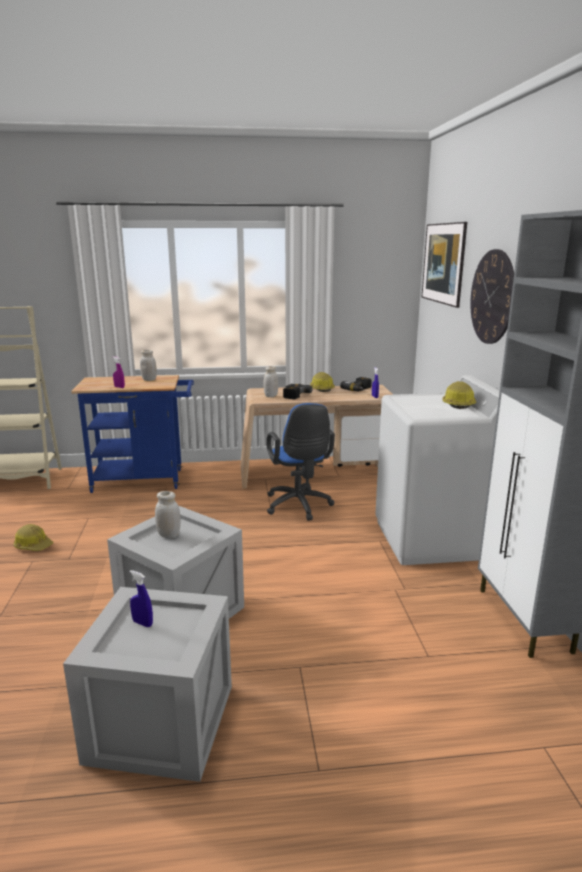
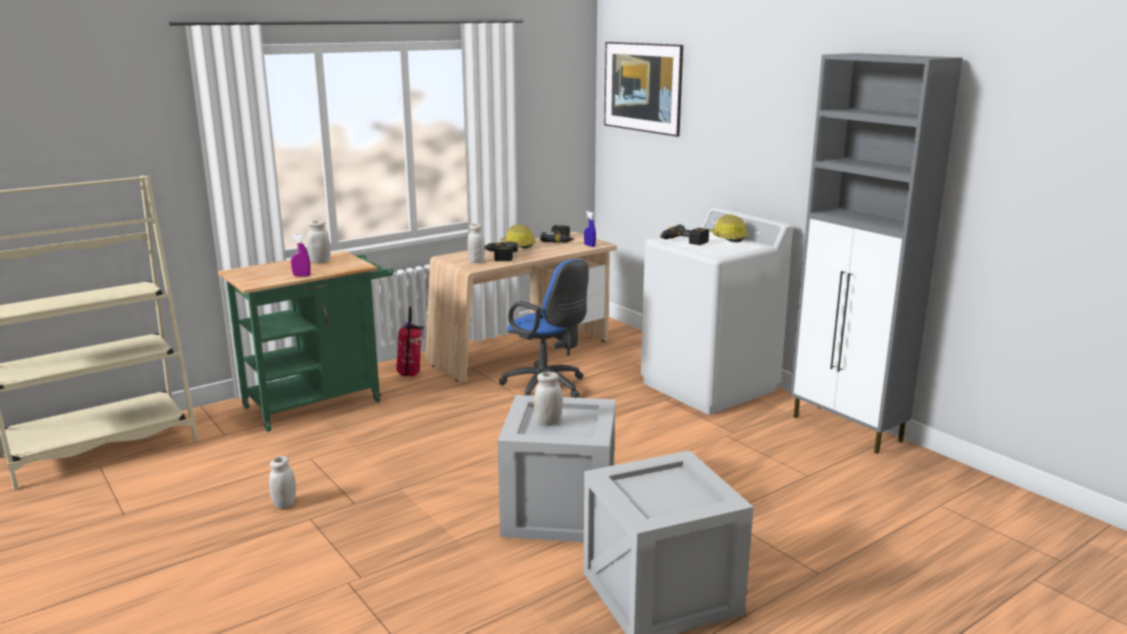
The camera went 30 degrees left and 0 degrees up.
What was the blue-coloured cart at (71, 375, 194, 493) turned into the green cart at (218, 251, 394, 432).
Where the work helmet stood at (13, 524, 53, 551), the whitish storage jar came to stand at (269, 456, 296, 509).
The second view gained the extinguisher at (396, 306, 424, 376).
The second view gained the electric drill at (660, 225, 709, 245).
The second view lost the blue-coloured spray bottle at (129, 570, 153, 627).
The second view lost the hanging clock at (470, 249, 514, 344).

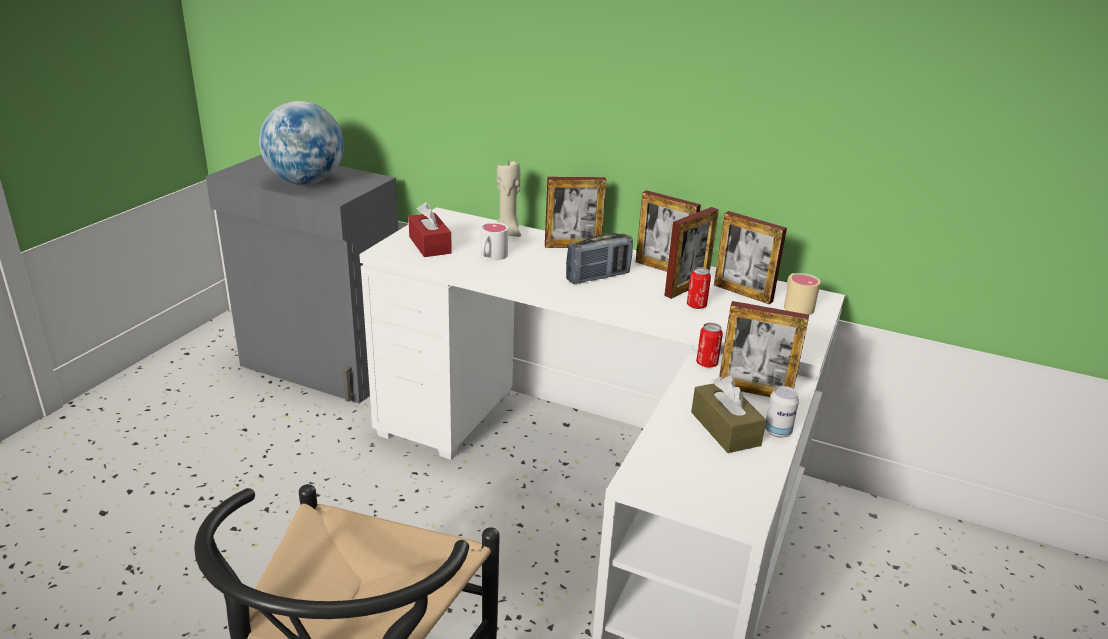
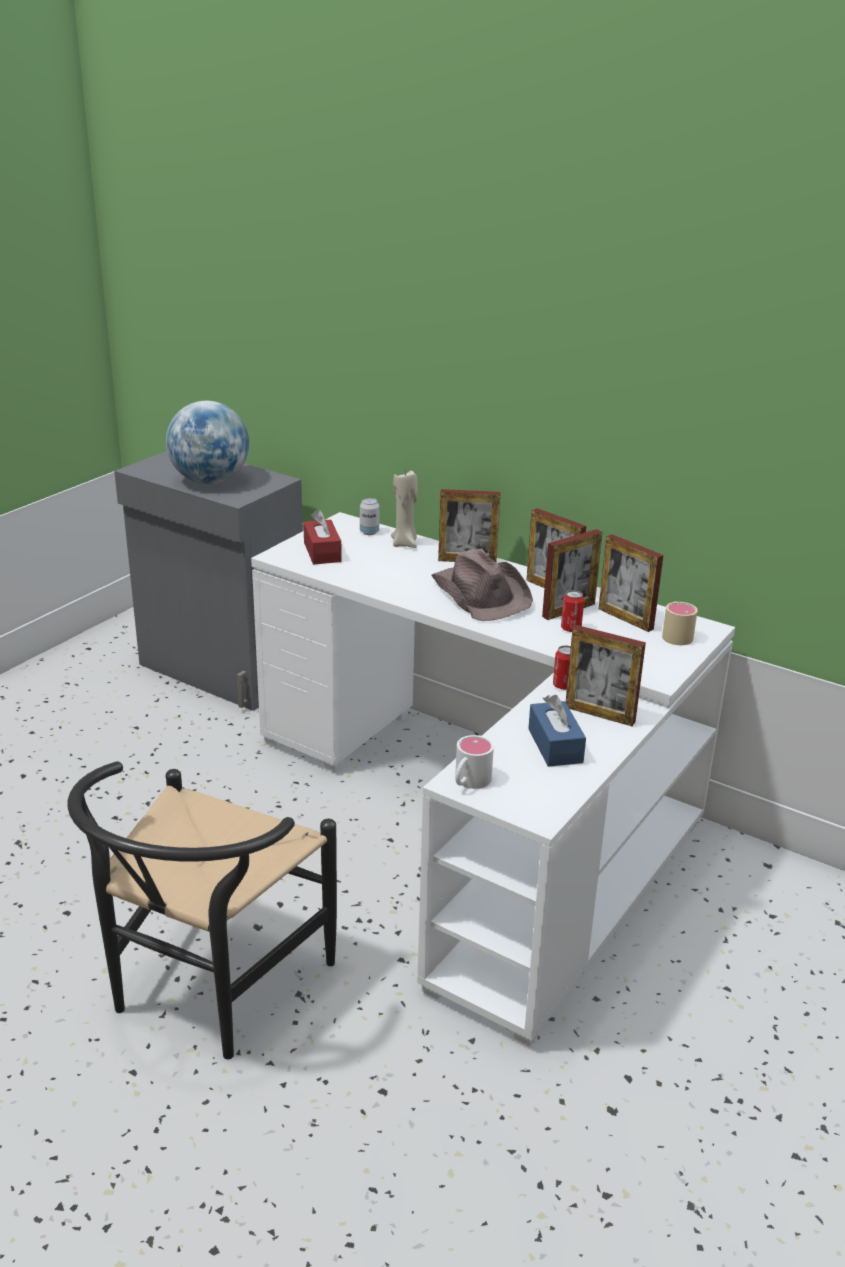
The camera went 10 degrees right and 0 degrees up.
The sealed can ended up elsewhere, having gone from (765, 386, 799, 438) to (360, 498, 380, 535).
Where the radio set stood at (566, 233, 633, 284), the brownish clothing hat came to stand at (431, 549, 533, 621).
The whitish coffee mug ended up elsewhere, having gone from (481, 222, 508, 260) to (455, 735, 494, 789).
What was the brownish tissue box at (691, 376, 766, 453) turned into the blue-coloured tissue box at (528, 694, 586, 767).

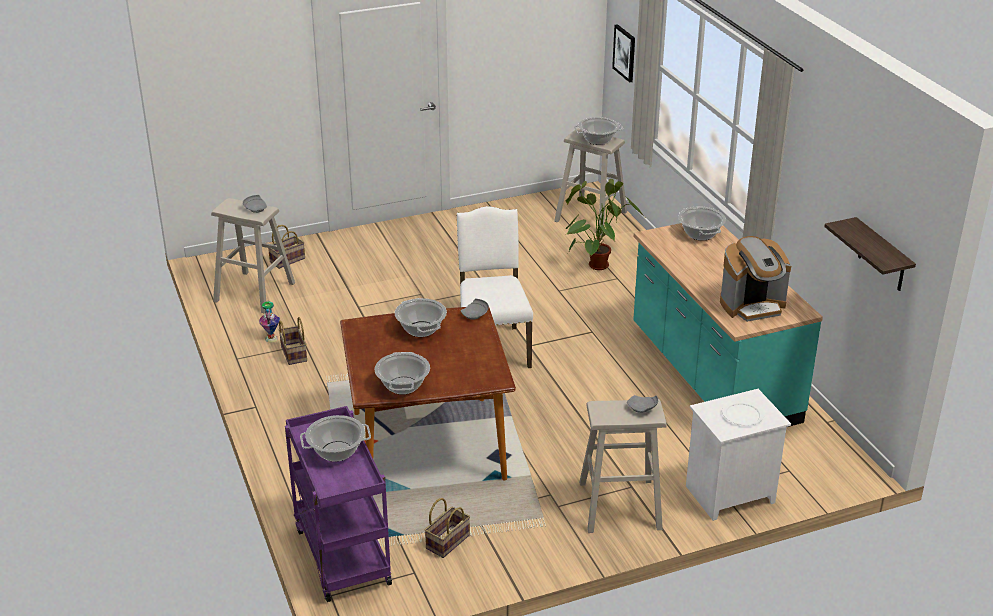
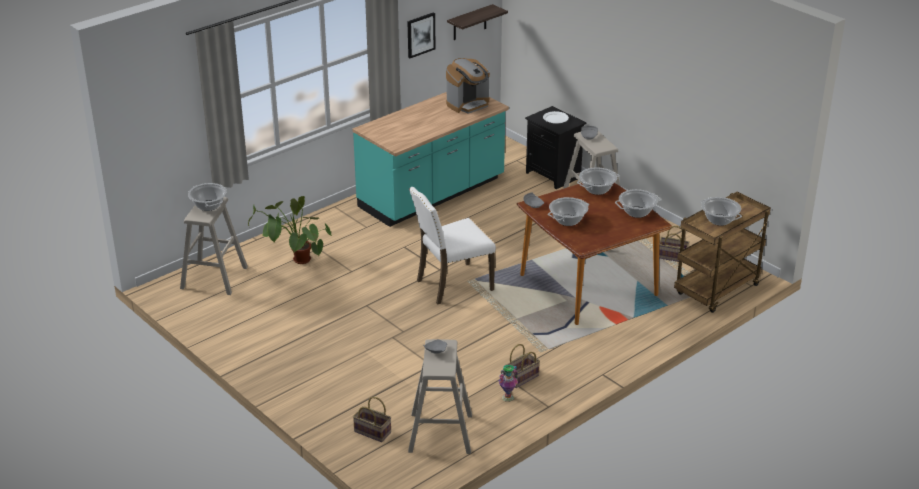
The camera went 110 degrees left and 0 degrees up.
The wall art ended up elsewhere, having gone from (612, 24, 635, 83) to (407, 13, 436, 58).
The coffee machine at (720, 236, 791, 322) ended up facing another way, 90 degrees clockwise from before.
What was the whitish bedside table at (686, 389, 791, 521) turned into the black-coloured bedside table at (525, 106, 586, 189).
The saucepot ended up elsewhere, having gone from (678, 207, 726, 241) to (577, 167, 619, 195).
What was the purple cart at (285, 406, 392, 602) turned into the brownish cart at (674, 192, 771, 313).

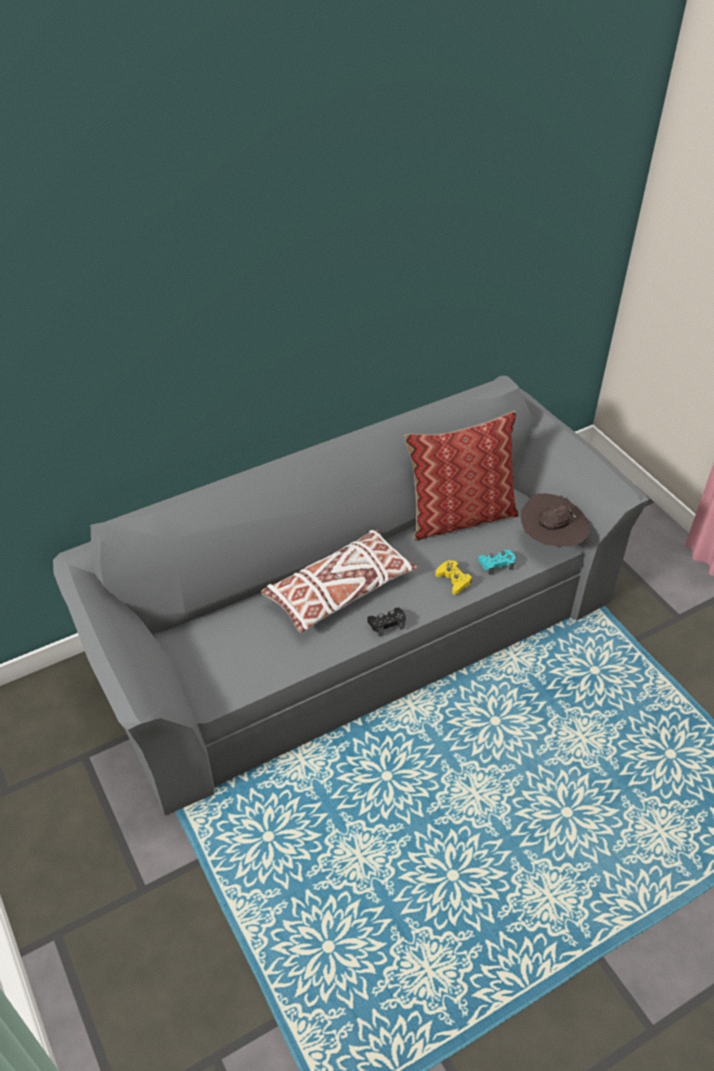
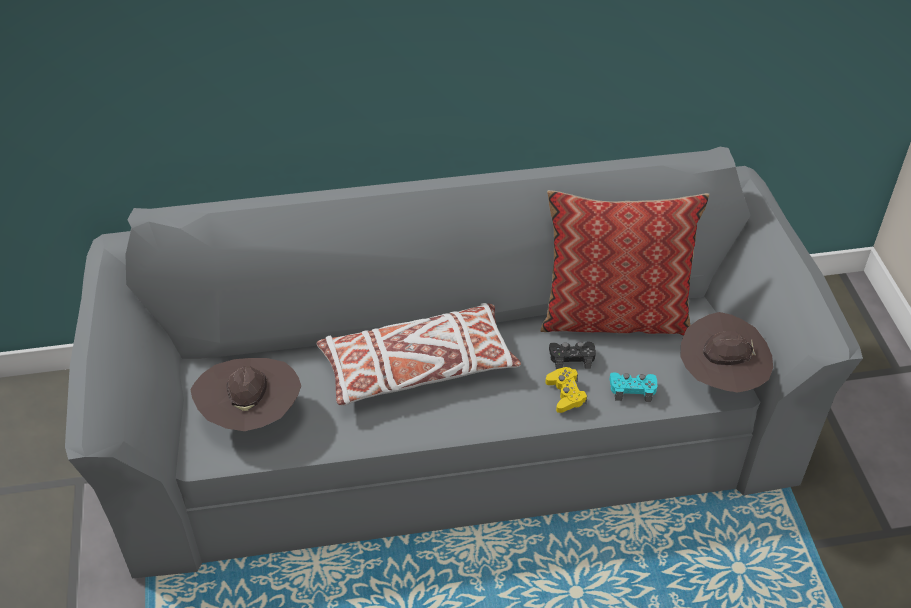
The camera went 20 degrees right and 0 degrees up.
The second view gained the brownish clothing hat at (190, 358, 301, 431).
The black-coloured gamepad ended up elsewhere, having gone from (367, 607, 406, 637) to (549, 342, 596, 369).

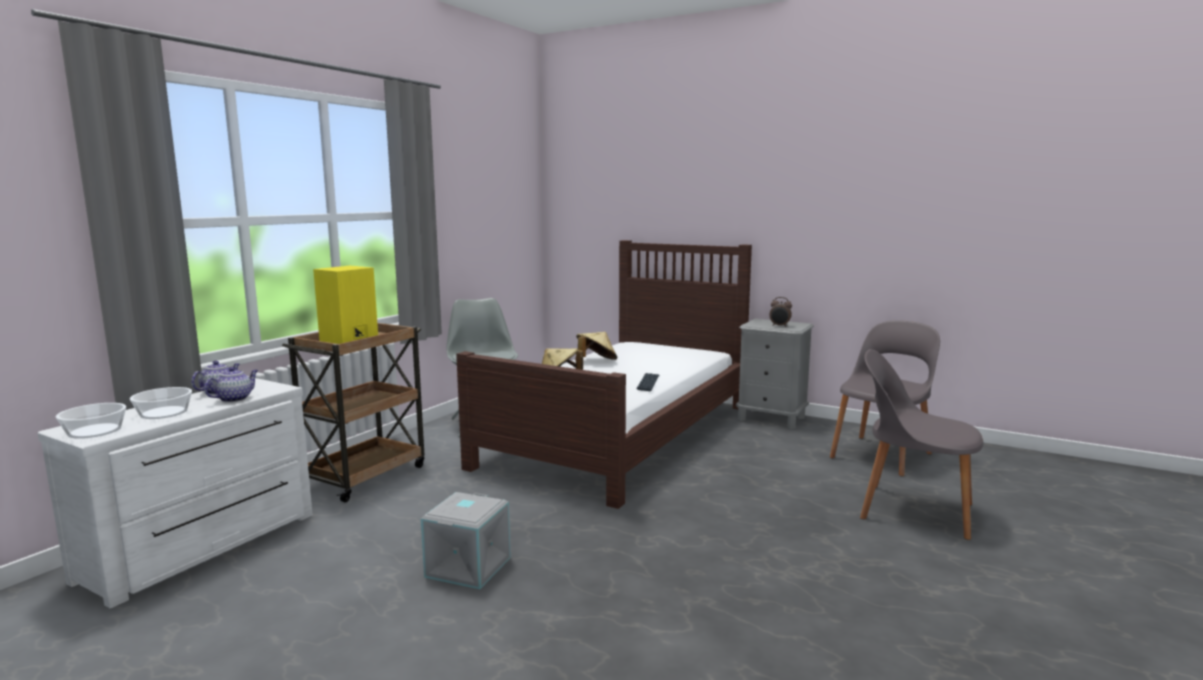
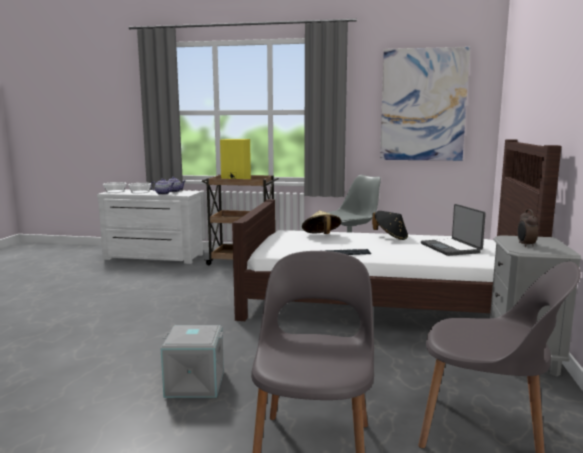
The camera went 70 degrees right and 0 degrees up.
The greyish storage container ended up elsewhere, having gone from (421, 492, 511, 589) to (161, 325, 224, 398).
What was the sand-coloured clothing hat at (576, 332, 617, 360) turned into the black-coloured clothing hat at (372, 211, 408, 240).
The second view gained the wall art at (380, 47, 470, 161).
The second view gained the notebook computer at (421, 204, 486, 256).

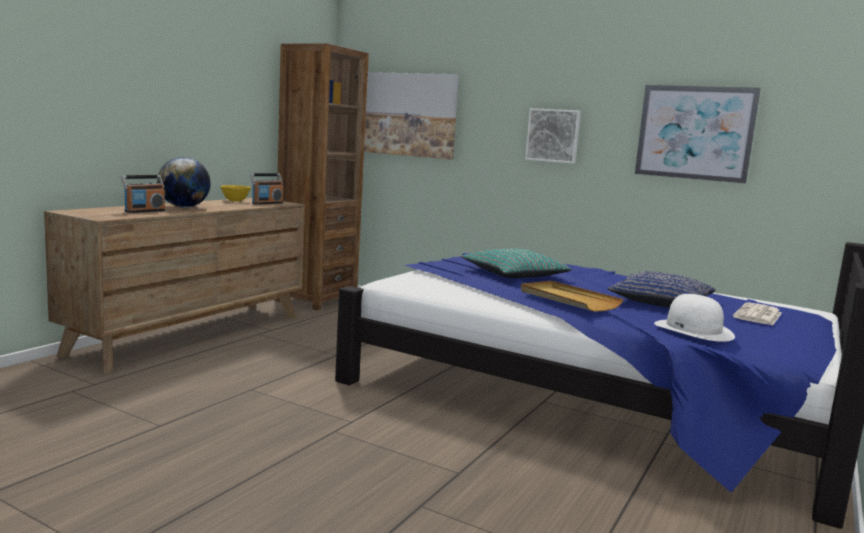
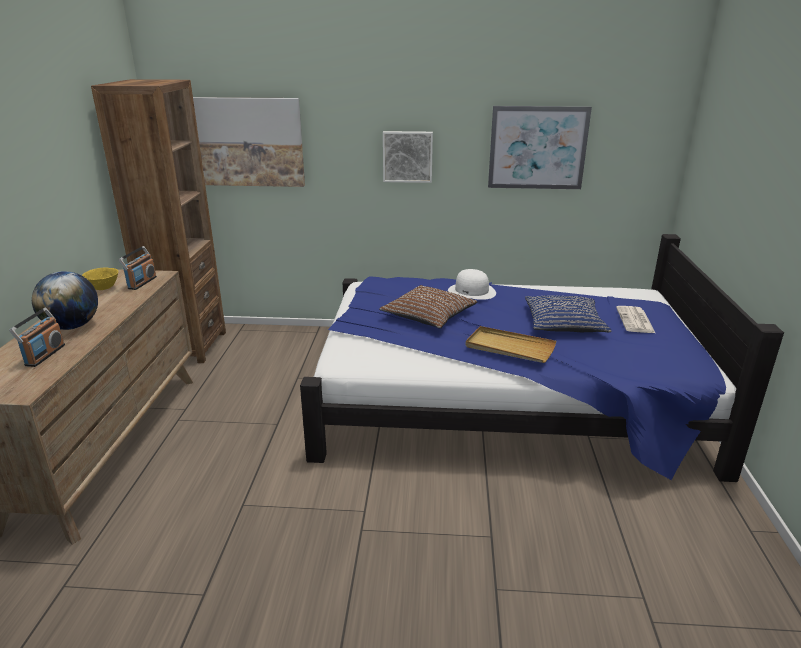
The camera went 25 degrees left and 15 degrees up.
What was the blue-green cushion at (461, 249, 572, 278) turned into the brownish cushion at (379, 285, 478, 328).
The whitish clothing hat ended up elsewhere, having gone from (654, 294, 735, 342) to (448, 269, 496, 300).

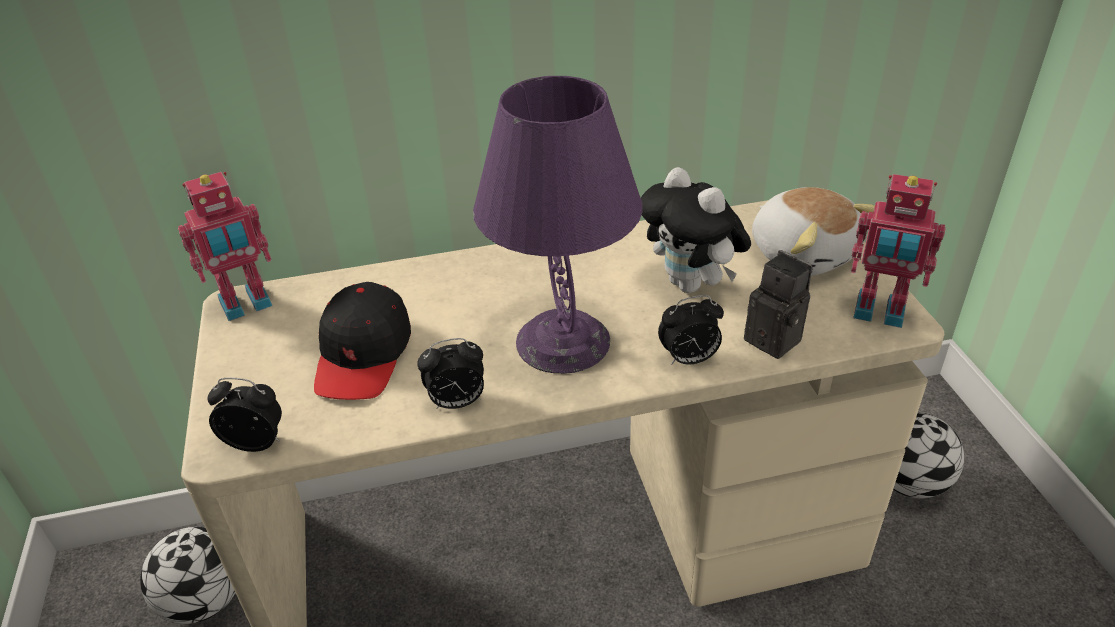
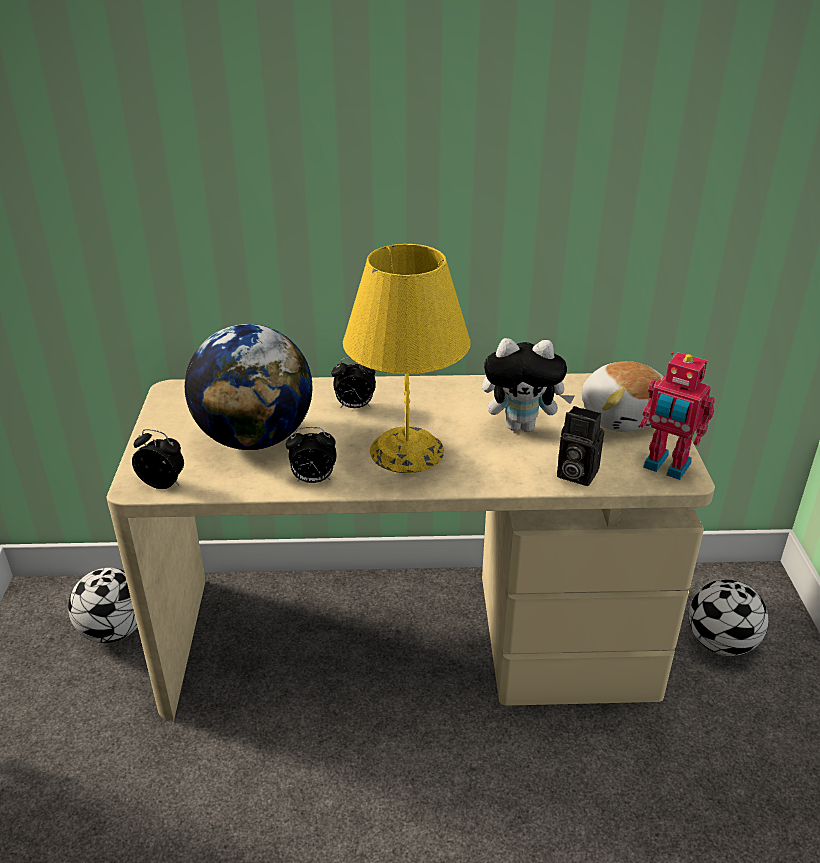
The camera went 10 degrees right and 5 degrees down.
Where the black-coloured cap stood at (314, 282, 411, 400), the world globe came to stand at (185, 324, 312, 450).
The alarm clock ended up elsewhere, having gone from (658, 295, 724, 365) to (331, 357, 376, 408).
What was the purple tabletop lamp at (473, 76, 643, 374) turned into the yellow tabletop lamp at (343, 244, 471, 473).
The soft toy at (641, 167, 751, 293) ended up facing another way, 60 degrees counterclockwise from before.
The photo camera at (744, 250, 812, 359) ended up facing another way, 150 degrees clockwise from before.
The second view lost the robot figure at (178, 172, 272, 321).

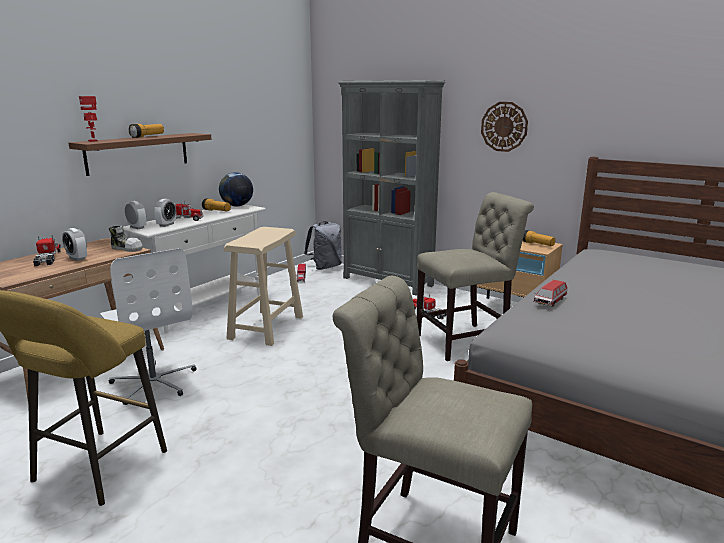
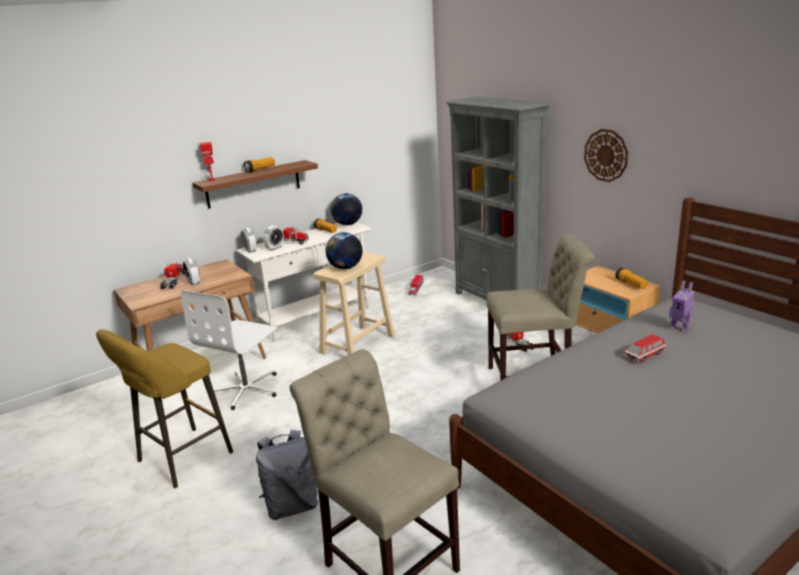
The camera went 20 degrees right and 5 degrees up.
The whitish office chair at (100, 248, 197, 405) ended up facing another way, 45 degrees clockwise from before.
The greyish rucksack ended up elsewhere, having gone from (304, 221, 342, 270) to (256, 430, 318, 520).
The second view gained the world globe at (326, 232, 363, 269).
The miniature car ended up elsewhere, having gone from (533, 280, 568, 307) to (624, 334, 665, 362).
The second view gained the robot figure at (669, 280, 694, 333).
The second view lost the low shoe at (109, 226, 143, 252).

